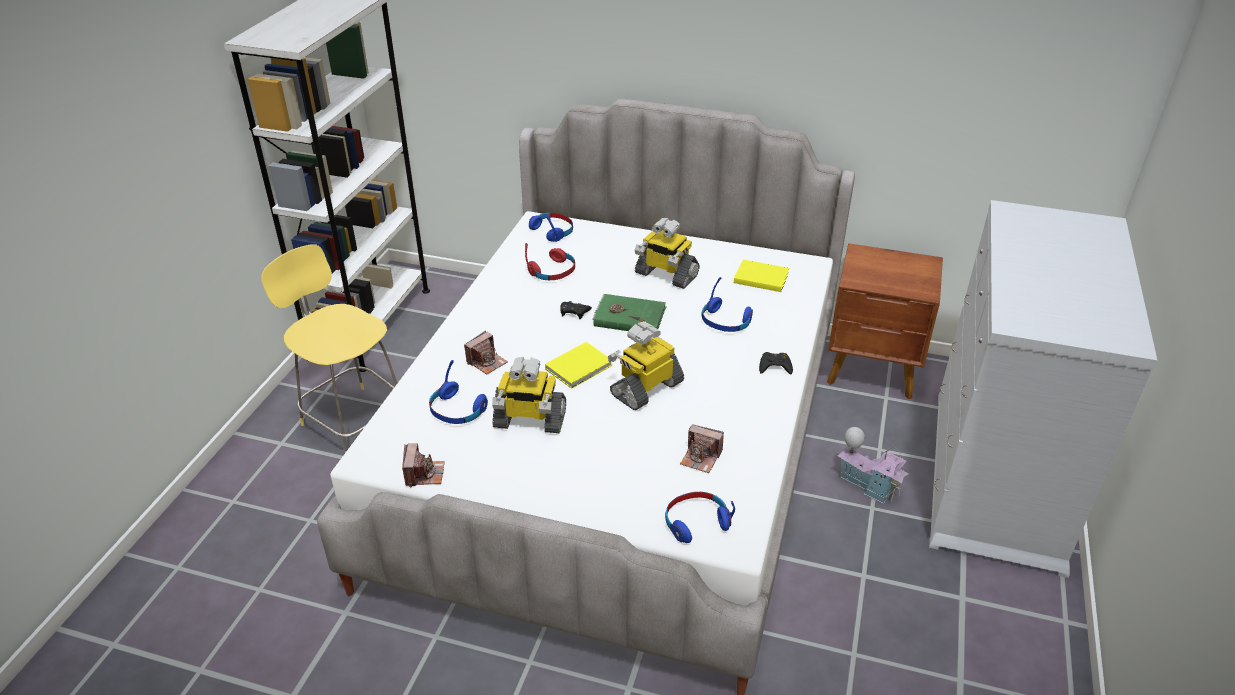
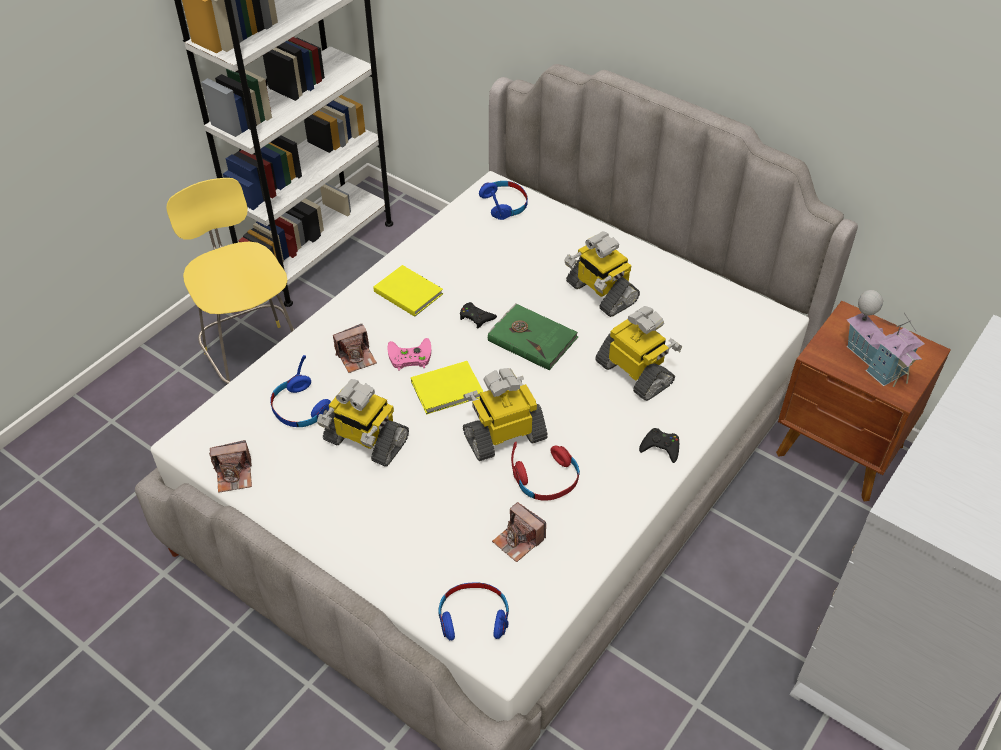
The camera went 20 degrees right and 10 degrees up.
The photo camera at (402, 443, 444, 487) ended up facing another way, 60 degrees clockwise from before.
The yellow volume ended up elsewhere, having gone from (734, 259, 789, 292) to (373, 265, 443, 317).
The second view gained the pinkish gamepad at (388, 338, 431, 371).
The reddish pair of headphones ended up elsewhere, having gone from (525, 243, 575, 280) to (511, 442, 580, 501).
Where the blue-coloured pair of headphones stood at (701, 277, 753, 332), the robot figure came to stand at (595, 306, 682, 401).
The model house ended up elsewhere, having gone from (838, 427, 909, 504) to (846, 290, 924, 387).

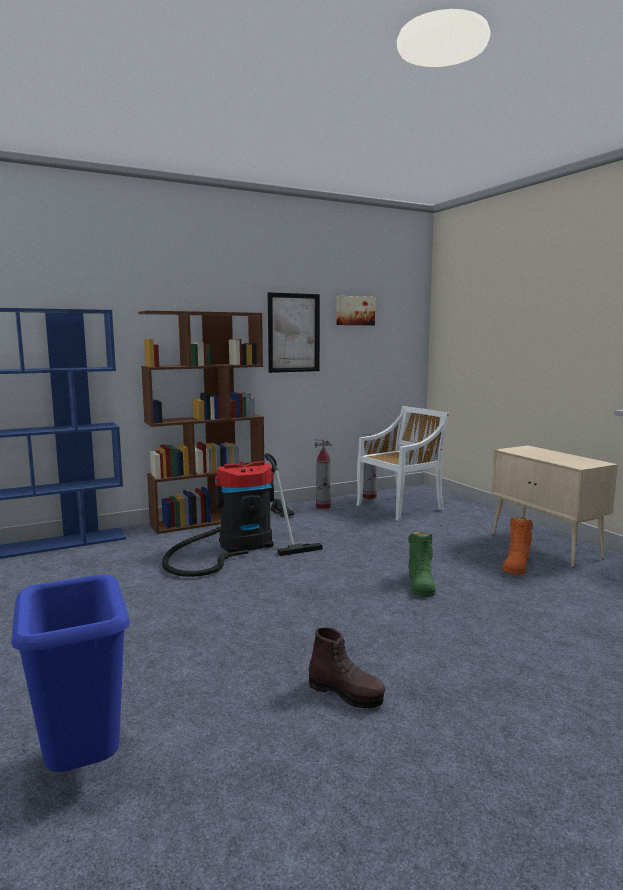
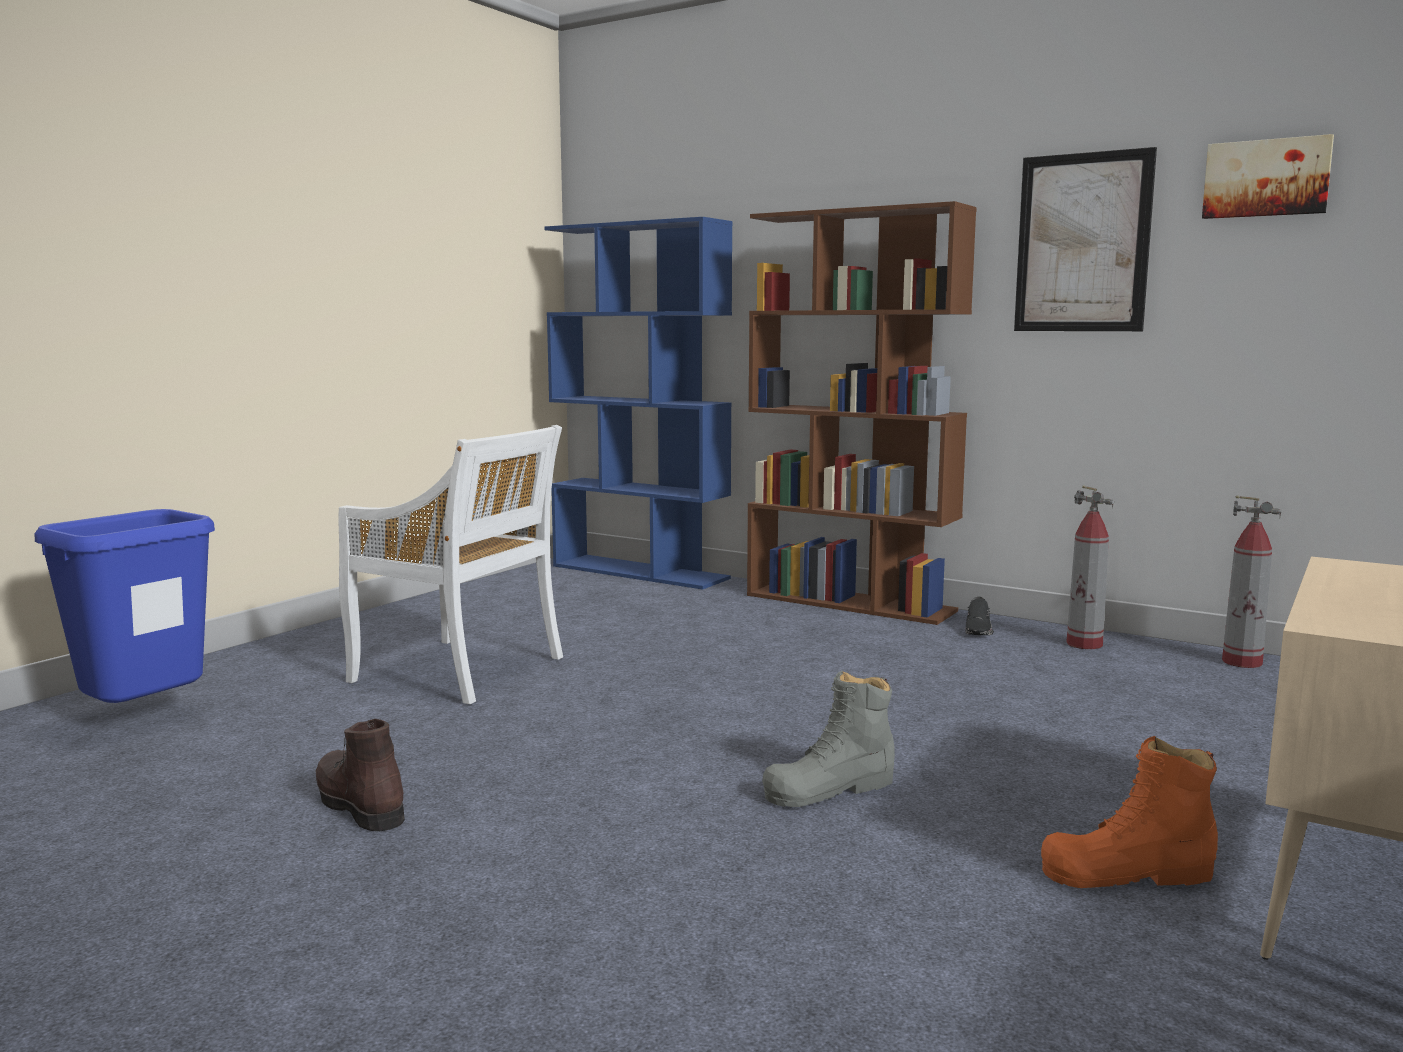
The camera went 60 degrees right and 0 degrees up.
The brownish high-top boot at (309, 628, 385, 708) ended up facing another way, 135 degrees clockwise from before.
The whitish plain chair ended up elsewhere, having gone from (357, 406, 449, 521) to (338, 425, 563, 704).
What was the green high-top boot at (408, 531, 436, 597) turned into the greyish high-top boot at (762, 671, 895, 807).
The second view lost the hoover at (162, 453, 322, 577).

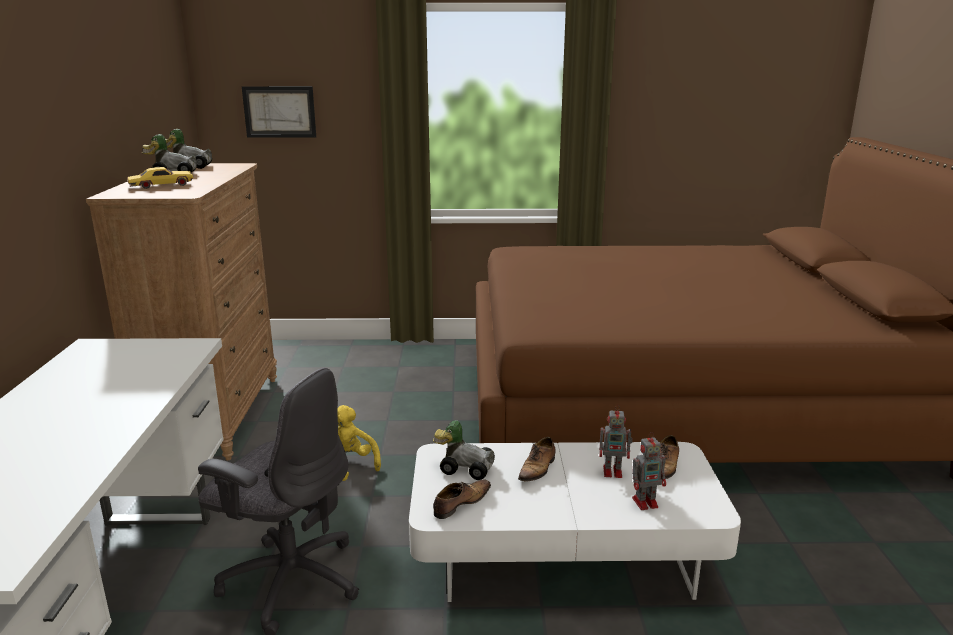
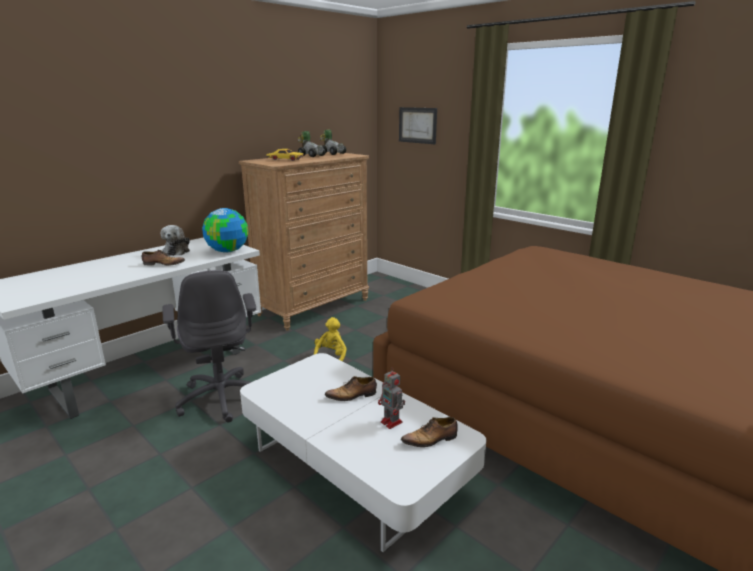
The camera went 45 degrees right and 0 degrees up.
The low shoe ended up elsewhere, having gone from (433, 479, 491, 519) to (142, 250, 185, 266).
The second view gained the soft toy at (161, 225, 190, 256).
The second view gained the world globe at (202, 208, 248, 253).
The second view lost the miniature car at (433, 421, 495, 480).
The second view lost the robot figure at (632, 432, 666, 510).

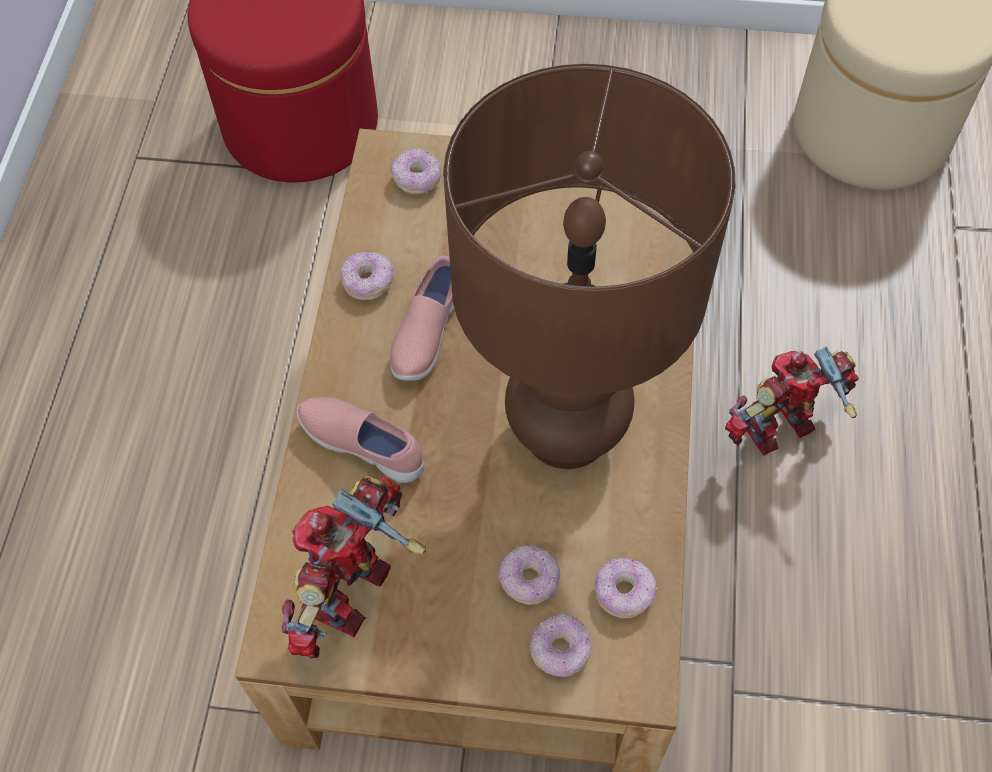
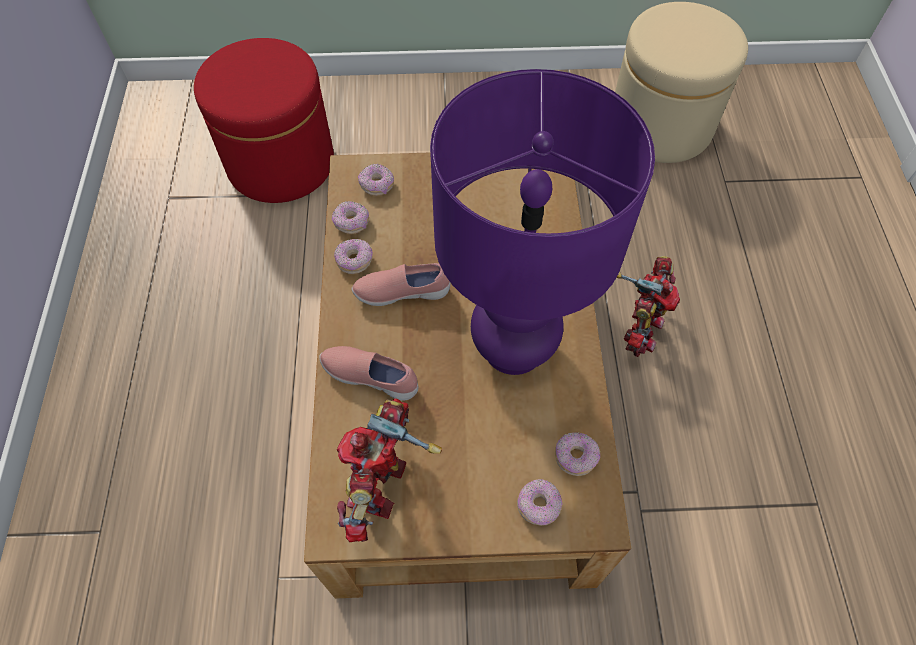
The camera went 10 degrees left and 0 degrees up.
The doughnut ended up elsewhere, having gone from (499, 545, 561, 605) to (332, 201, 369, 234).
The pinkish low shoe at (390, 255, 455, 381) ended up facing another way, 75 degrees clockwise from before.
What was the brownish tabletop lamp at (443, 64, 735, 469) turned into the purple tabletop lamp at (430, 69, 655, 375).
The robot figure at (725, 347, 859, 456) ended up facing another way, 150 degrees clockwise from before.

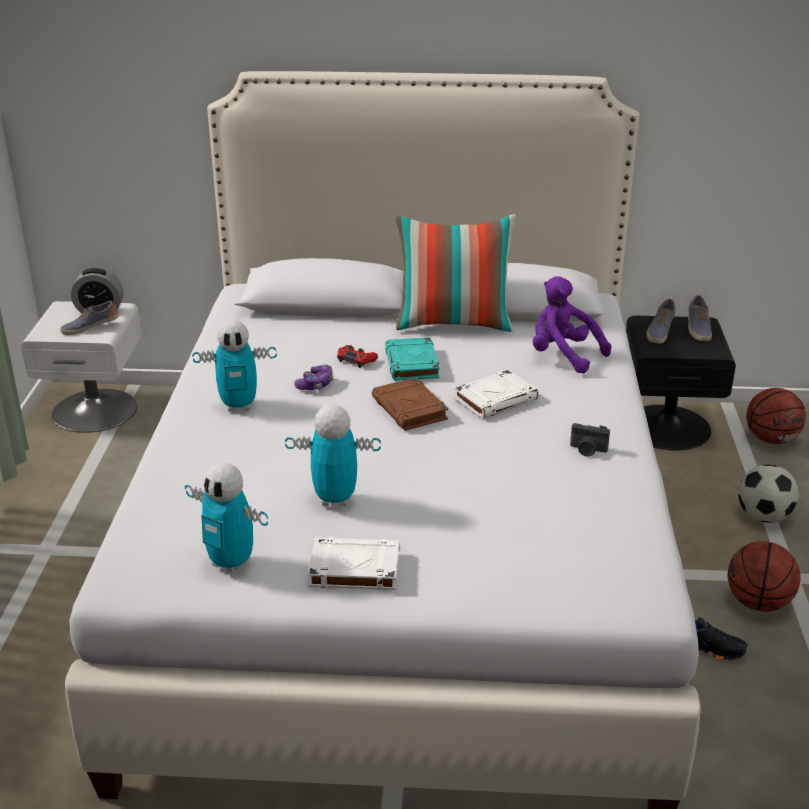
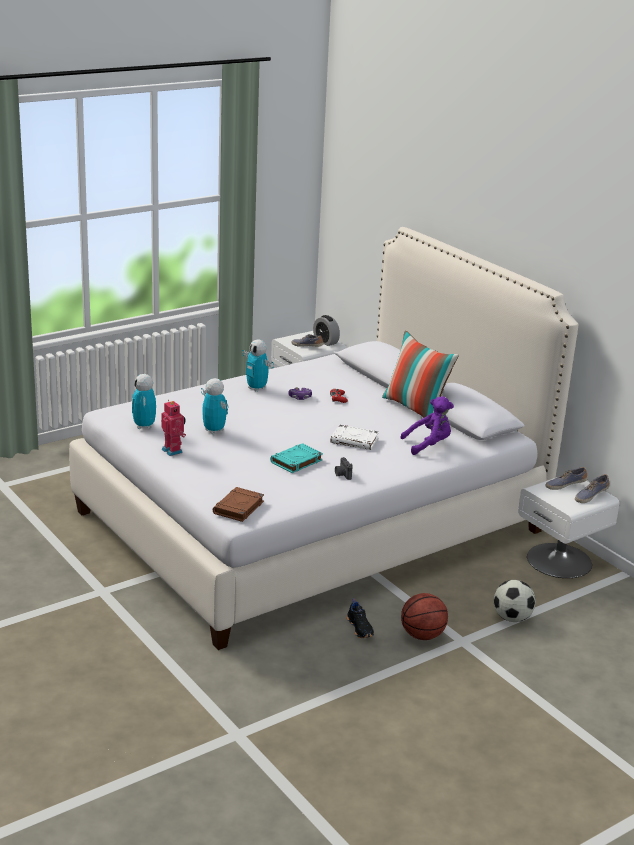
The camera went 50 degrees right and 5 degrees down.
Where the whitish volume stood at (308, 537, 400, 590), the robot figure came to stand at (161, 400, 186, 456).
The brownish volume ended up elsewhere, having gone from (372, 377, 448, 431) to (213, 487, 264, 522).
The blue-green volume ended up elsewhere, having gone from (385, 337, 440, 381) to (270, 443, 323, 473).
The purple soft toy at (533, 276, 611, 374) ended up facing another way, 75 degrees clockwise from before.
What was the black-coloured bedside table at (626, 316, 736, 451) turned into the whitish bedside table at (518, 477, 620, 578).
The second view lost the basketball ball at (746, 388, 806, 444).

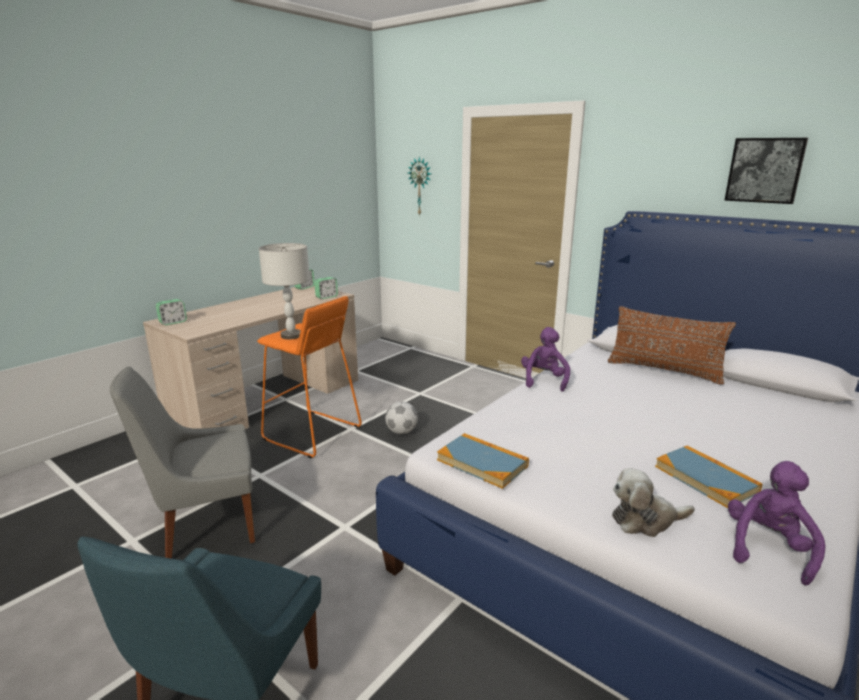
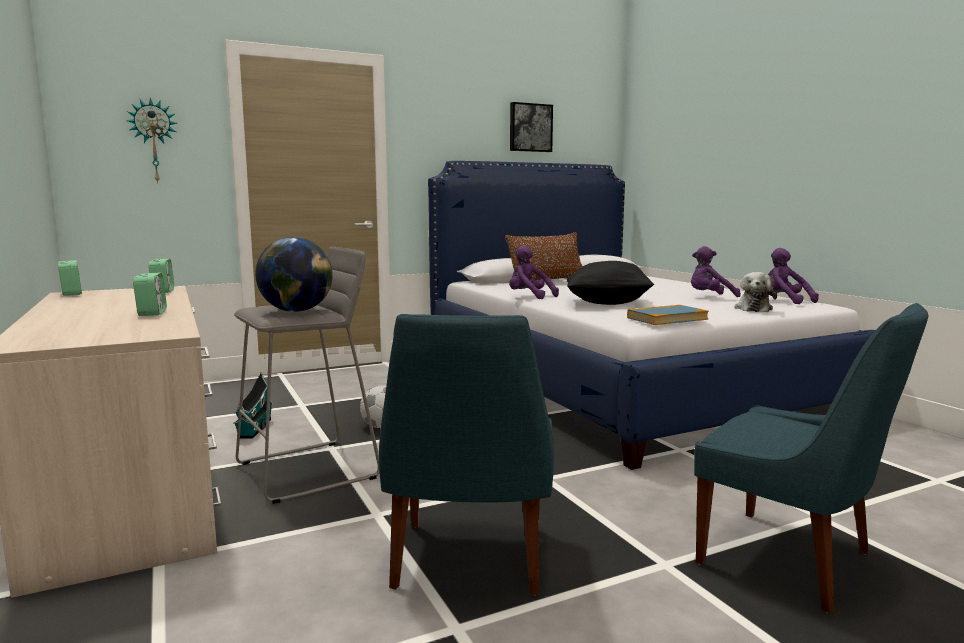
The camera went 65 degrees left and 10 degrees down.
The alarm clock ended up elsewhere, having gone from (156, 299, 187, 325) to (133, 272, 167, 316).
The second view gained the model house at (233, 372, 273, 439).
What was the orangey stool at (257, 296, 362, 458) turned into the greyish stool at (234, 247, 380, 504).
Where the greyish tabletop lamp stood at (259, 243, 310, 339), the world globe came to stand at (255, 237, 333, 312).
What was the greyish plain chair at (110, 366, 255, 558) turned into the blue-coloured plain chair at (379, 314, 554, 596).
The second view gained the black-coloured cushion at (566, 261, 654, 305).
Where the volume stood at (655, 445, 762, 508), the purple soft toy came to stand at (691, 246, 741, 297).

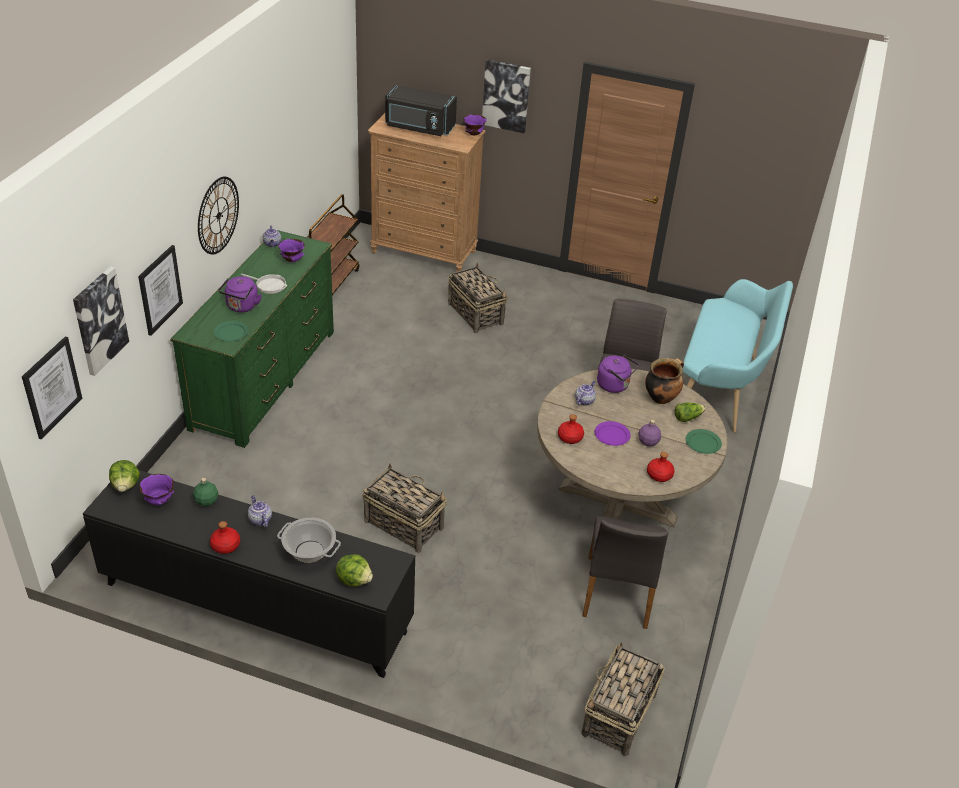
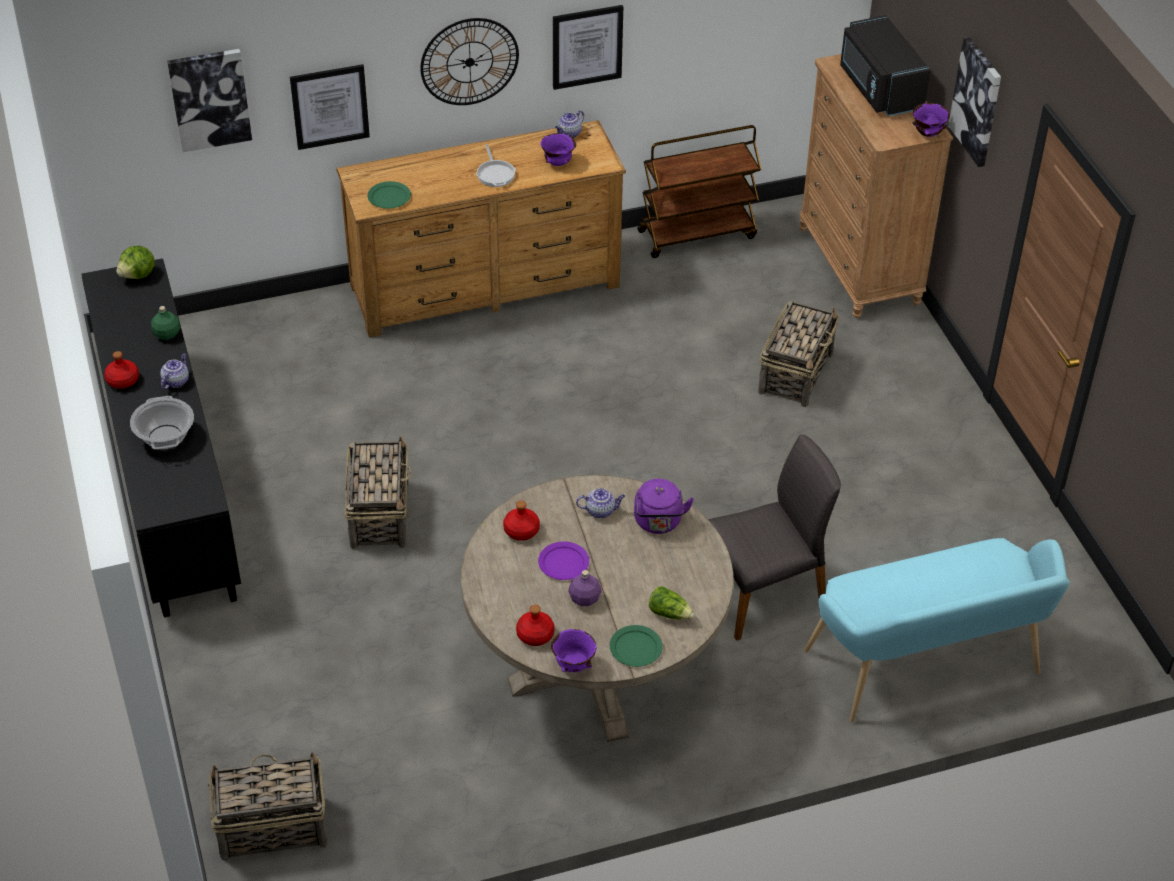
The camera went 55 degrees right and 5 degrees up.
What was the green dresser at (170, 230, 334, 448) turned into the brownish dresser at (336, 120, 626, 337).
The purple deep dish ended up elsewhere, having gone from (140, 474, 174, 505) to (551, 629, 596, 672).
The wall art ended up elsewhere, having gone from (22, 336, 82, 439) to (553, 5, 623, 90).
The second view lost the purple water kettle at (219, 276, 262, 312).
The second view lost the lettuce at (336, 554, 373, 587).
The second view lost the greyish plain chair at (582, 516, 668, 629).
The second view lost the saucepot at (645, 358, 684, 404).

